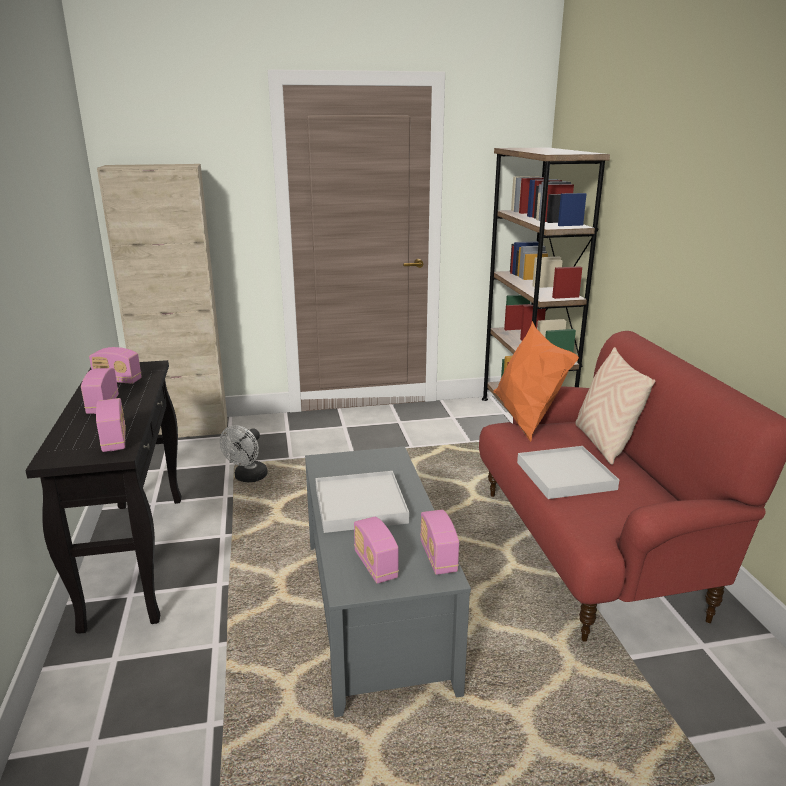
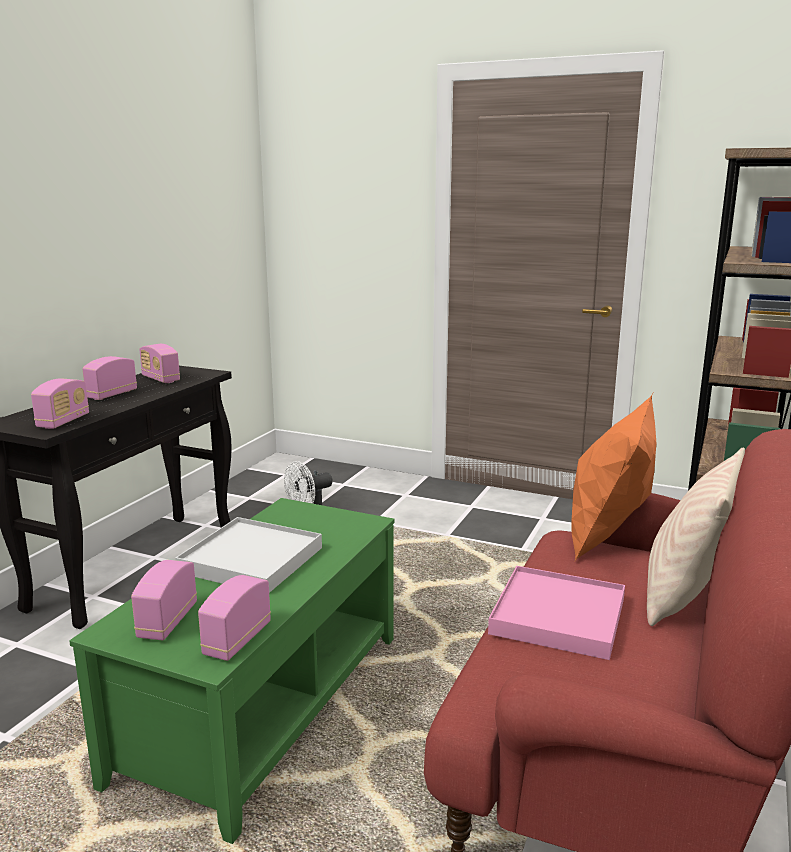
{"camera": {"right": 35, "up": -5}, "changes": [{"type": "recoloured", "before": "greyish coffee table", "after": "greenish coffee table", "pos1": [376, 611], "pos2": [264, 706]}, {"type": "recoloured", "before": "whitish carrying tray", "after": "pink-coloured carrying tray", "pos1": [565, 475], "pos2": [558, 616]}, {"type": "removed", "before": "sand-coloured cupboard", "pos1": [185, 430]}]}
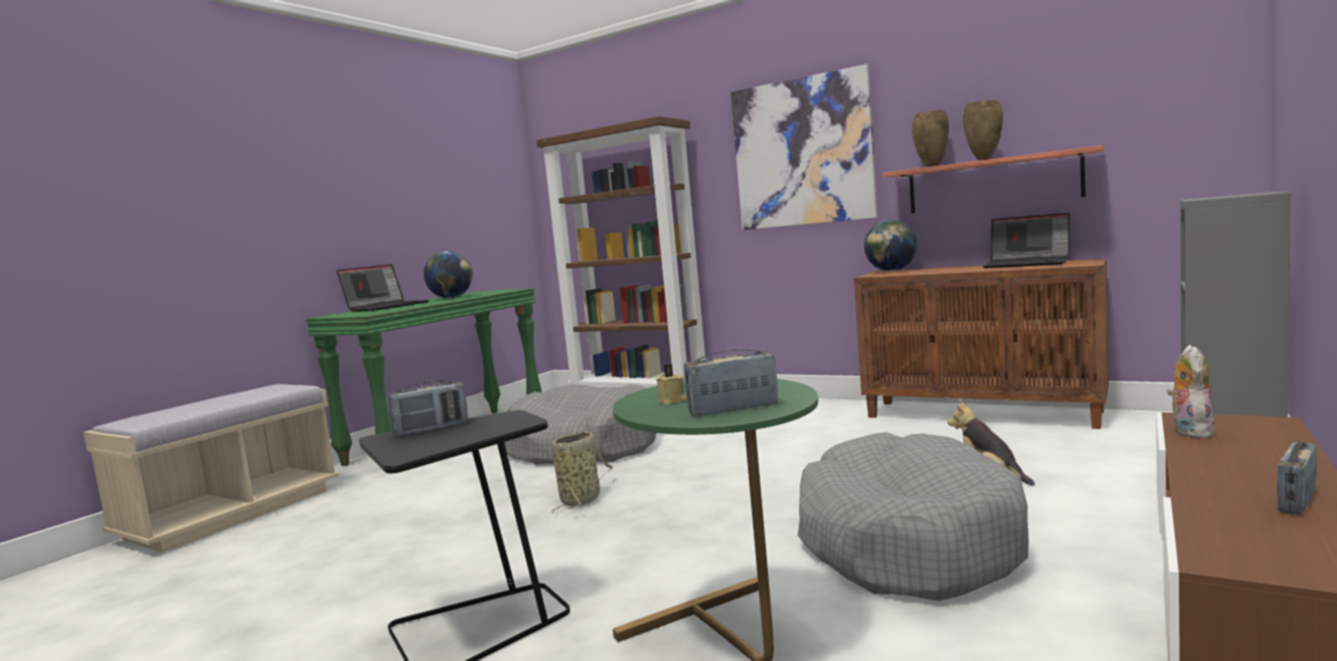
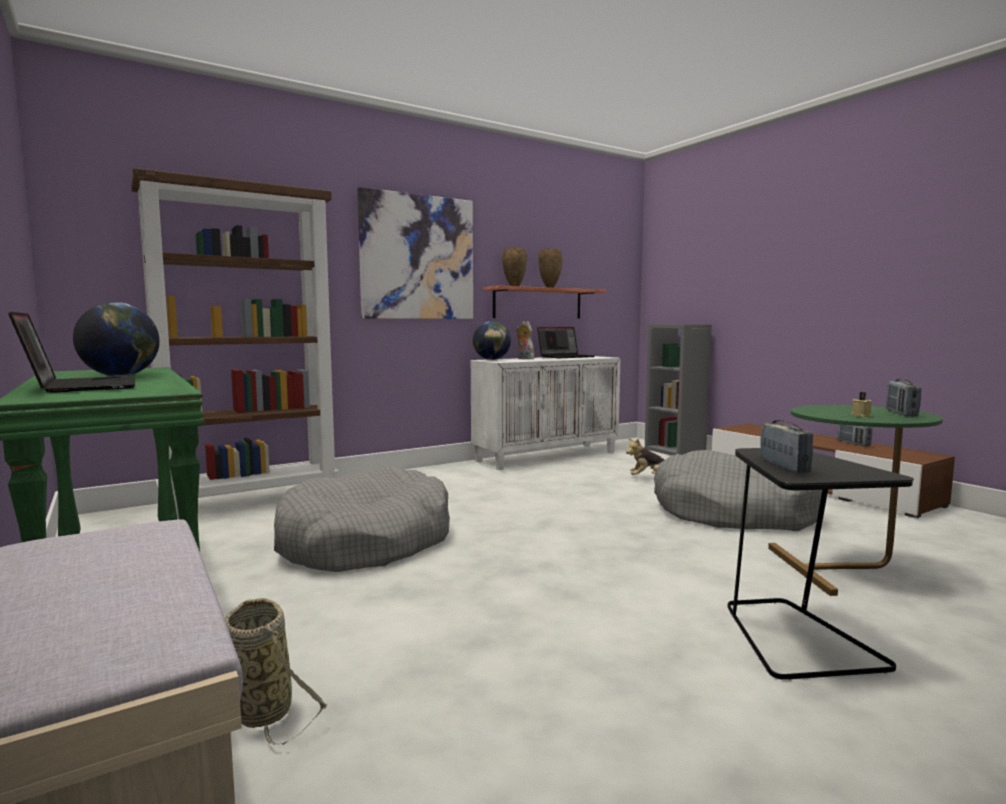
{"camera": {"right": -65, "up": 0}, "changes": [{"type": "moved", "before": "household basket", "pos1": [582, 500], "pos2": [260, 709]}, {"type": "recoloured", "before": "brownish cupboard", "after": "whitish cupboard", "pos1": [983, 414], "pos2": [547, 456]}, {"type": "moved", "before": "plush toy", "pos1": [1189, 431], "pos2": [524, 359]}]}
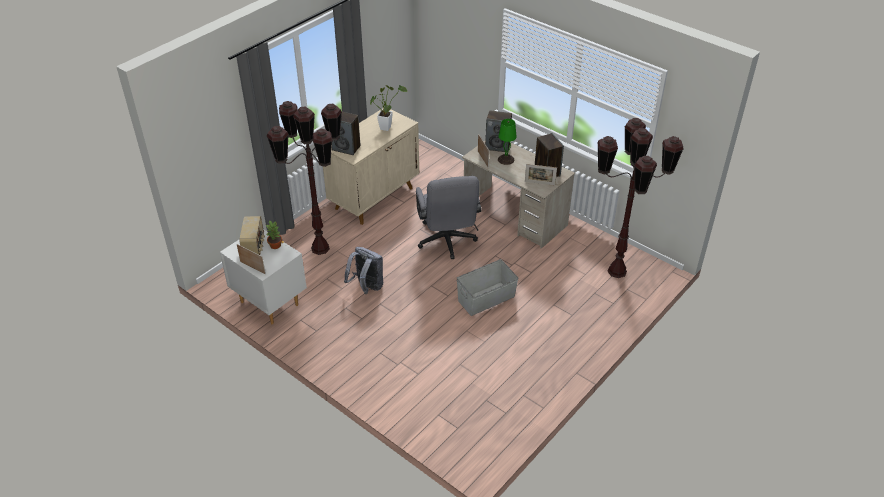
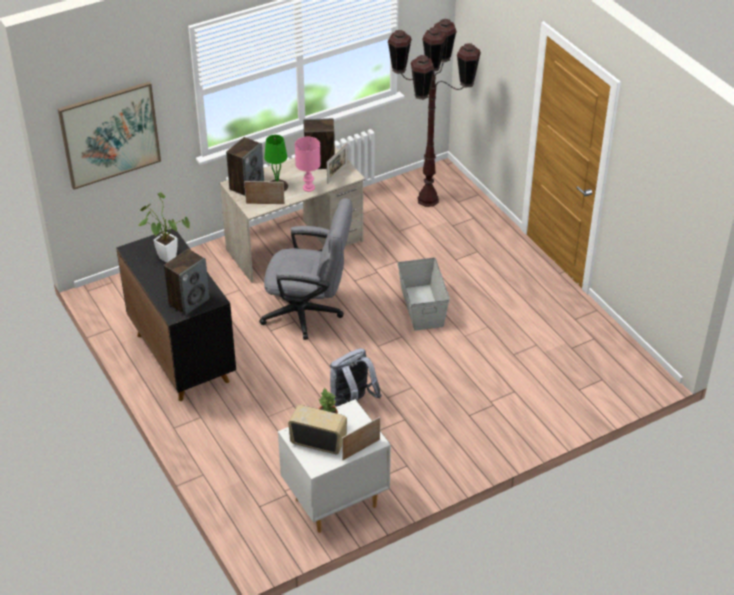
{"camera": {"right": -70, "up": 0}, "changes": [{"type": "added", "after": "picture", "pos2": [110, 134]}, {"type": "recoloured", "before": "sand-coloured cupboard", "after": "black-coloured cupboard", "pos1": [374, 198], "pos2": [182, 357]}, {"type": "added", "after": "pink-coloured lamp for a table", "pos2": [308, 188]}, {"type": "removed", "before": "brownish standard lamp", "pos1": [320, 248]}]}
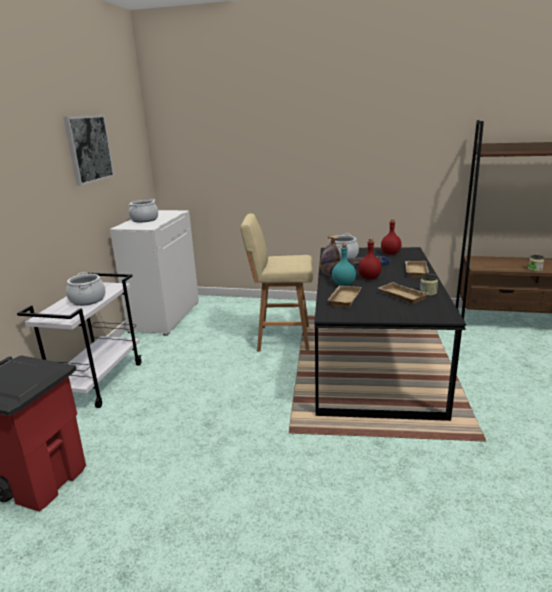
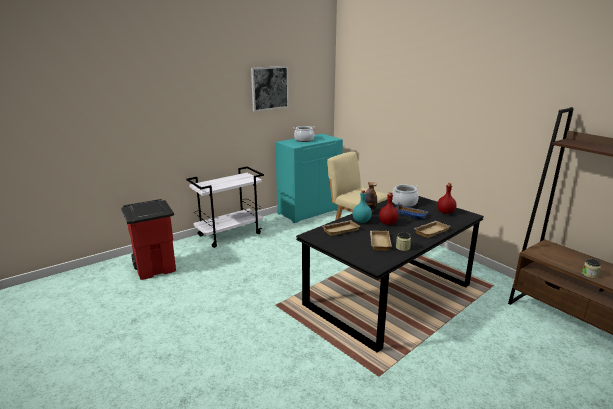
{"camera": {"right": 40, "up": 0}, "changes": [{"type": "recoloured", "before": "whitish cupboard", "after": "blue-green cupboard", "pos1": [165, 316], "pos2": [309, 211]}, {"type": "removed", "before": "stockpot", "pos1": [87, 300]}]}
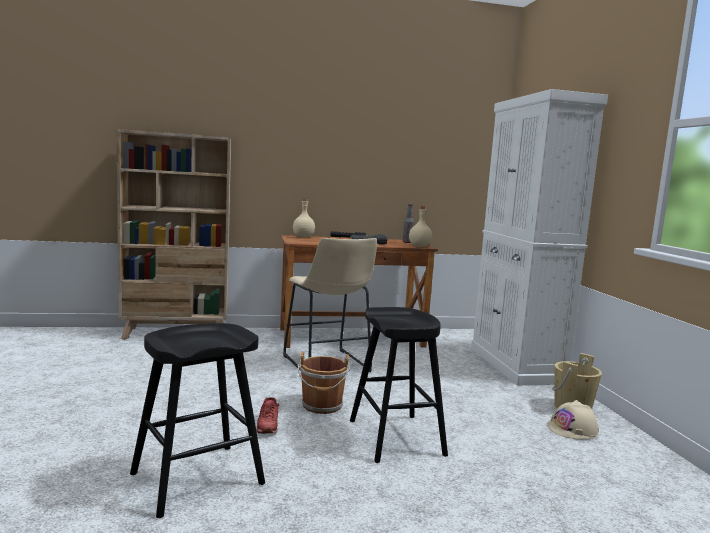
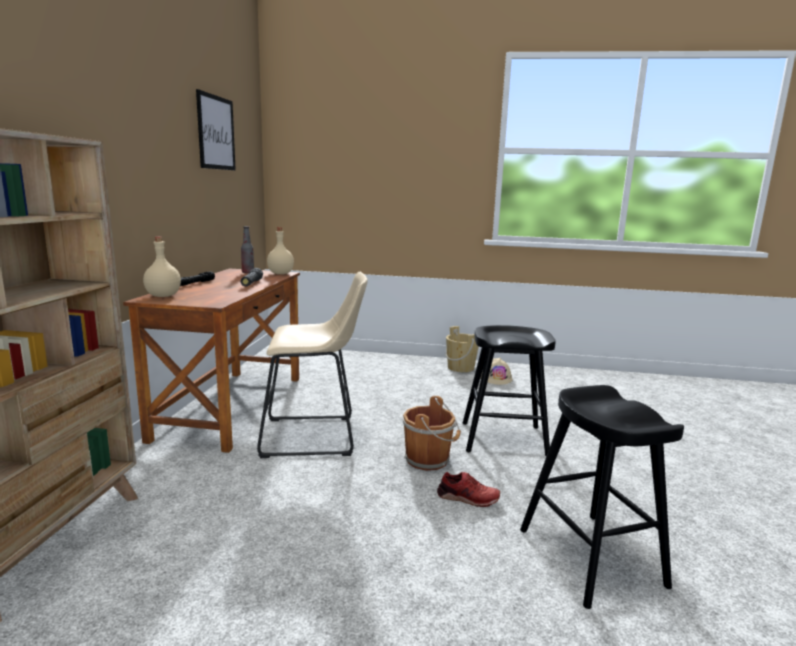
{"camera": {"right": -70, "up": 5}, "changes": [{"type": "added", "after": "picture", "pos2": [216, 133]}, {"type": "removed", "before": "whitish cupboard", "pos1": [516, 365]}]}
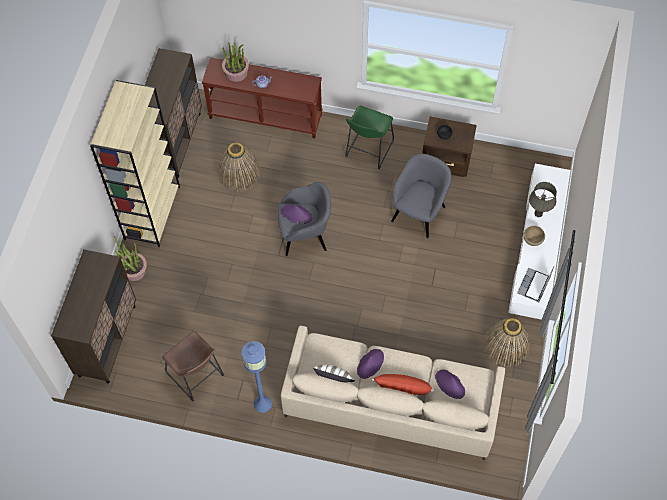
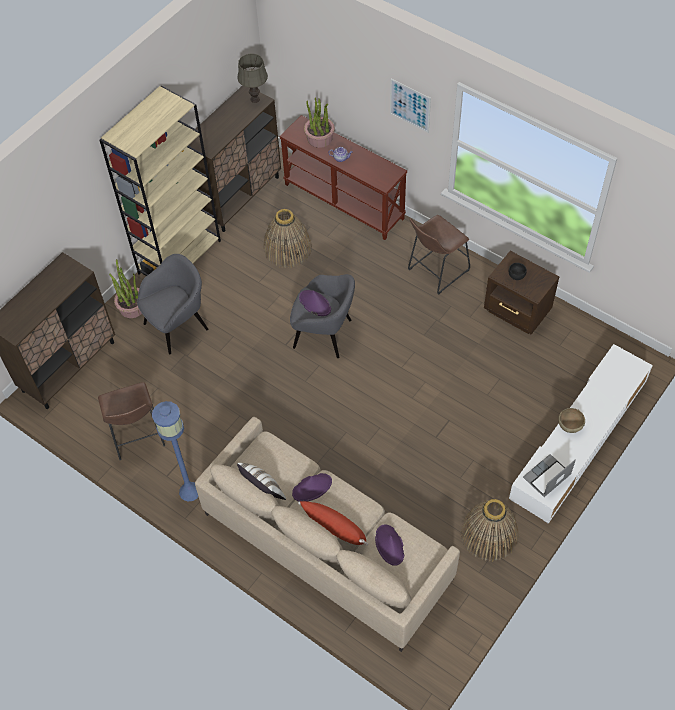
{"camera": {"right": 25, "up": -5}, "changes": [{"type": "moved", "before": "greyish lounge chair", "pos1": [419, 213], "pos2": [177, 325]}, {"type": "moved", "before": "greyish lamp for a table", "pos1": [538, 213], "pos2": [255, 99]}, {"type": "added", "after": "picture", "pos2": [410, 105]}, {"type": "recoloured", "before": "greenish sitting stool", "after": "brownish sitting stool", "pos1": [368, 150], "pos2": [435, 271]}]}
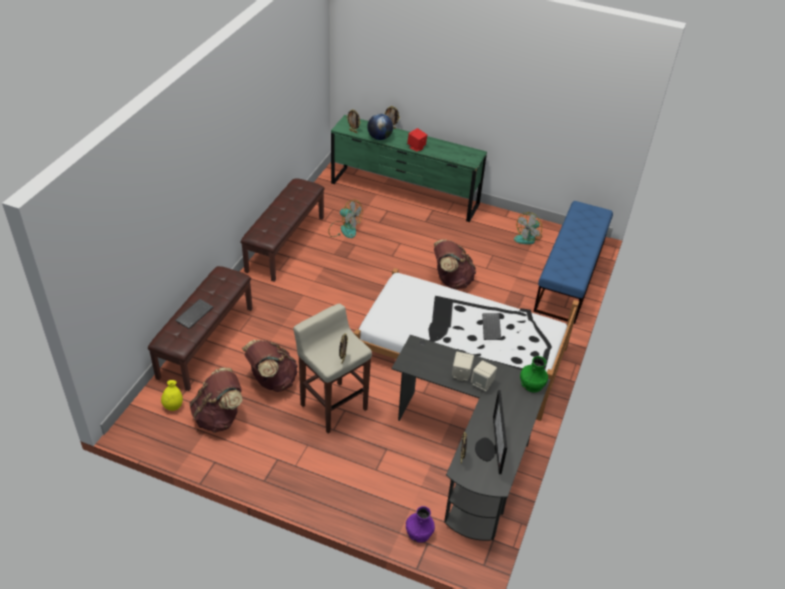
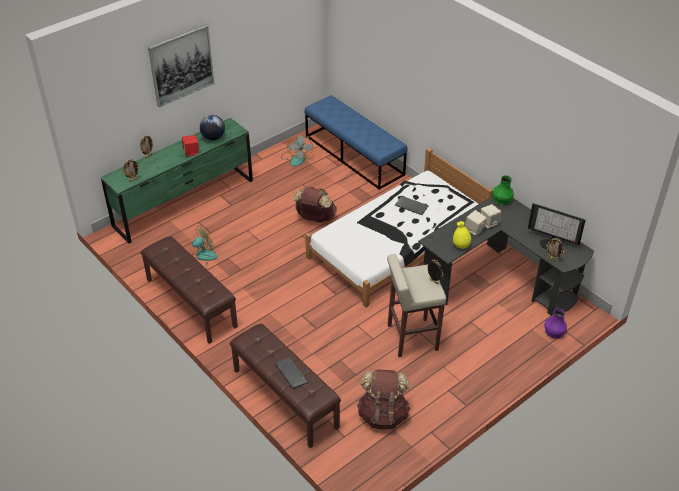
{"camera": {"right": -60, "up": 0}, "changes": [{"type": "added", "after": "picture", "pos2": [181, 65]}, {"type": "moved", "before": "world globe", "pos1": [379, 137], "pos2": [213, 137]}, {"type": "moved", "before": "yellow-coloured flower vase", "pos1": [173, 406], "pos2": [461, 246]}, {"type": "removed", "before": "brownish rucksack", "pos1": [272, 381]}]}
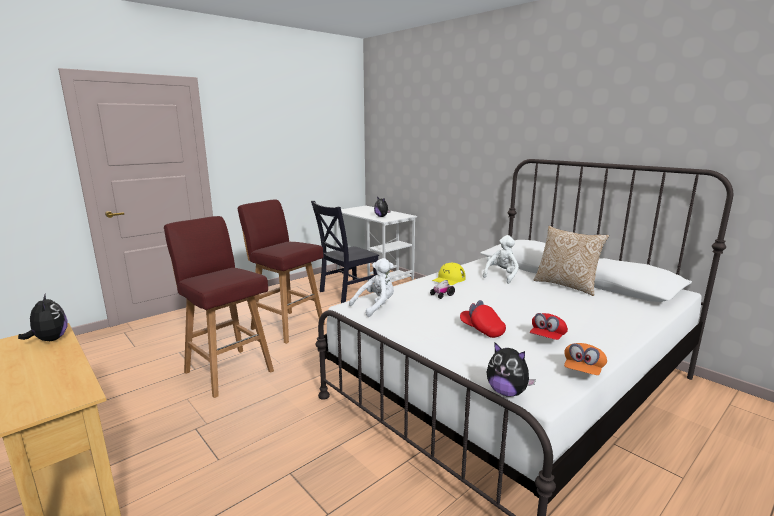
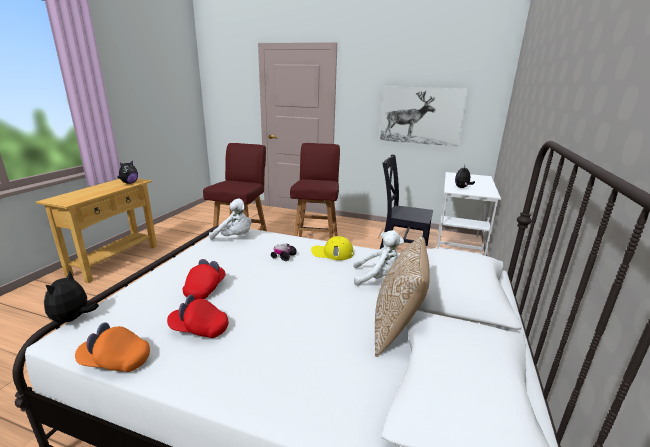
{"camera": {"right": 60, "up": 5}, "changes": [{"type": "added", "after": "picture", "pos2": [421, 116]}]}
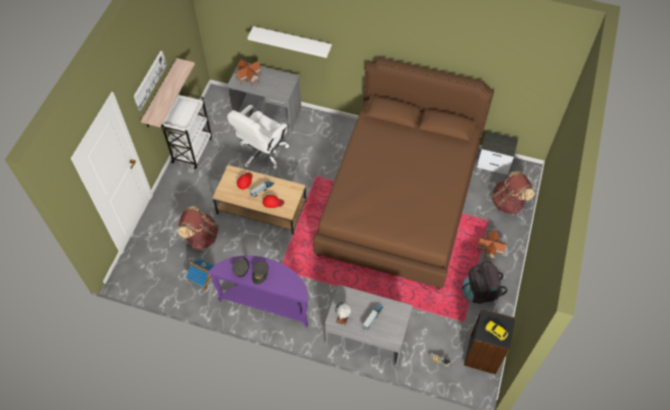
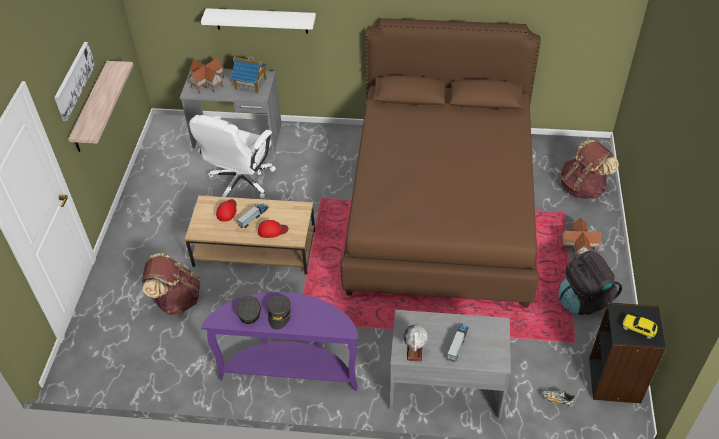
{"camera": {"right": -10, "up": -10}, "changes": [{"type": "moved", "before": "toy house", "pos1": [203, 278], "pos2": [250, 83]}, {"type": "removed", "before": "whitish trolley", "pos1": [192, 149]}, {"type": "removed", "before": "nightstand", "pos1": [494, 163]}]}
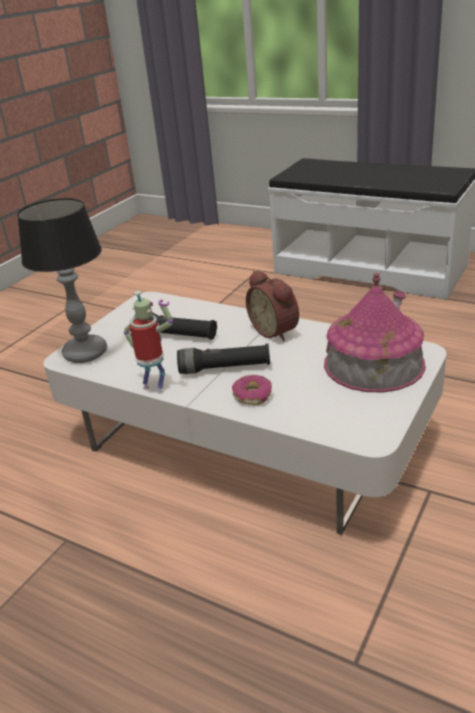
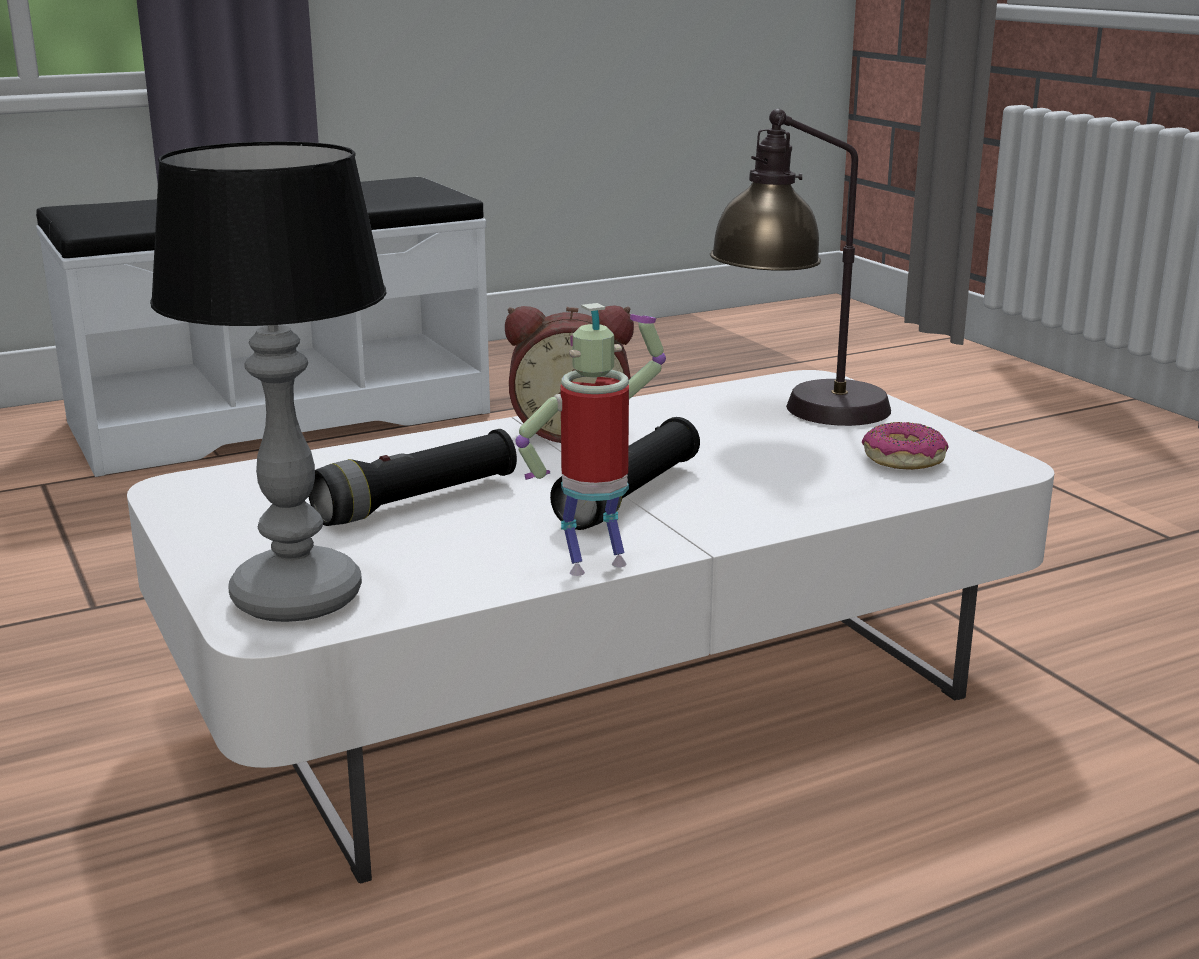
{"camera": {"right": -60, "up": -10}, "changes": [{"type": "replaced", "before": "toy house", "after": "lamp for a table", "pos1": [373, 364], "pos2": [798, 410]}, {"type": "moved", "before": "ring doughnut", "pos1": [252, 395], "pos2": [903, 460]}]}
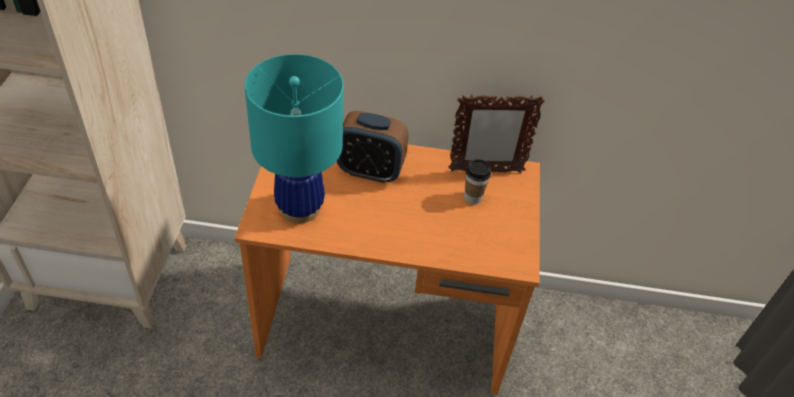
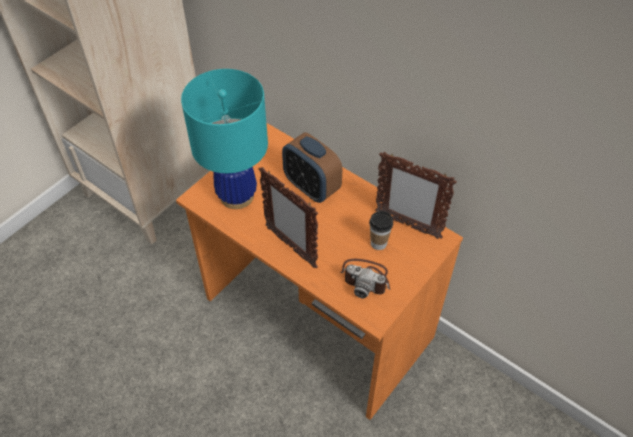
{"camera": {"right": 35, "up": 5}, "changes": [{"type": "added", "after": "standing frame", "pos2": [290, 247]}, {"type": "added", "after": "photo camera", "pos2": [366, 278]}]}
